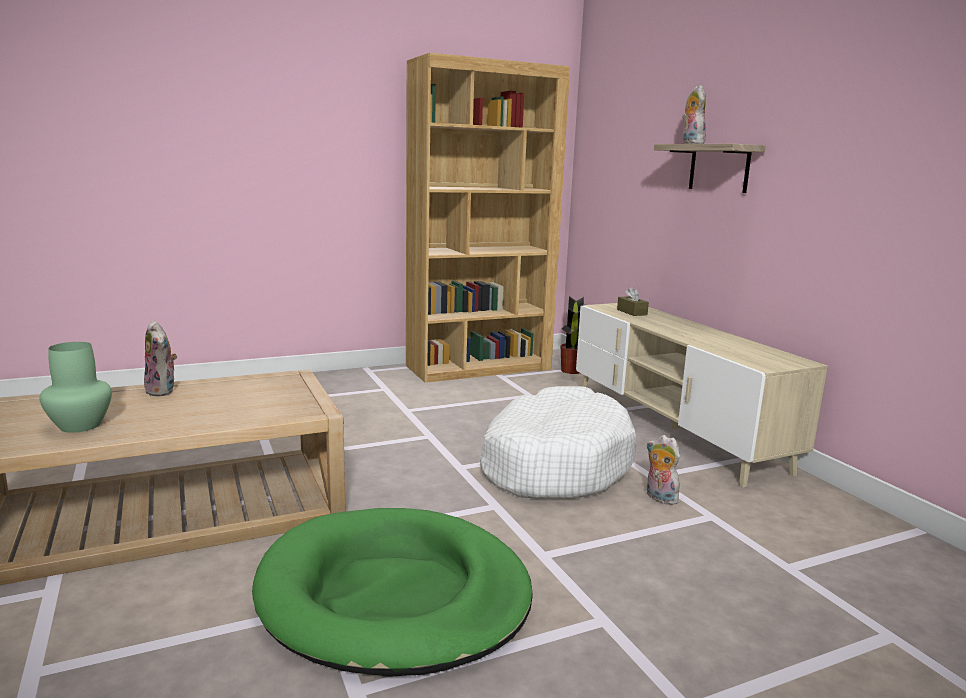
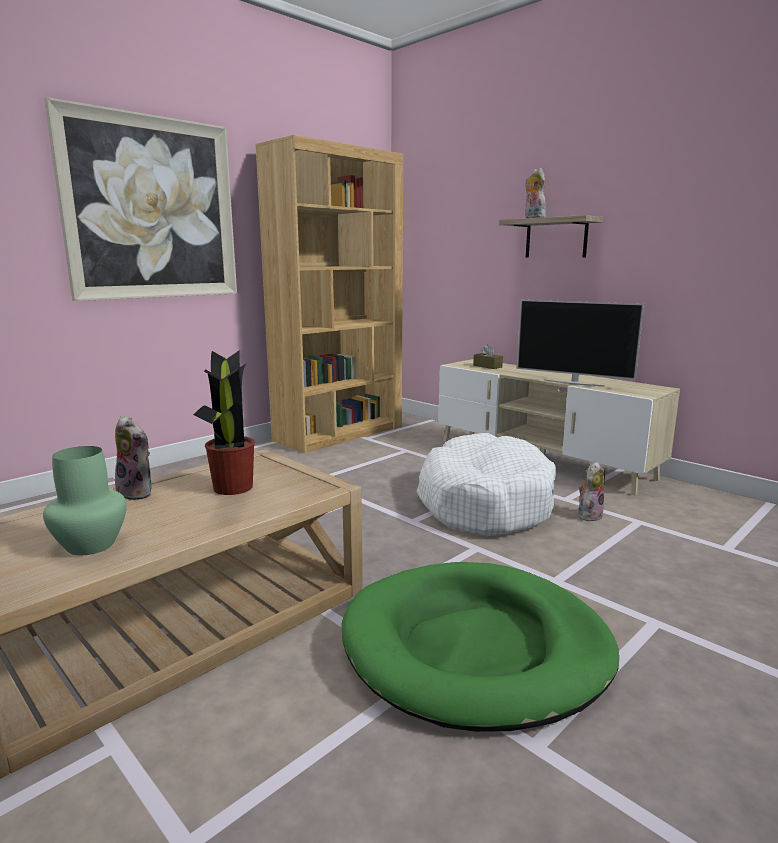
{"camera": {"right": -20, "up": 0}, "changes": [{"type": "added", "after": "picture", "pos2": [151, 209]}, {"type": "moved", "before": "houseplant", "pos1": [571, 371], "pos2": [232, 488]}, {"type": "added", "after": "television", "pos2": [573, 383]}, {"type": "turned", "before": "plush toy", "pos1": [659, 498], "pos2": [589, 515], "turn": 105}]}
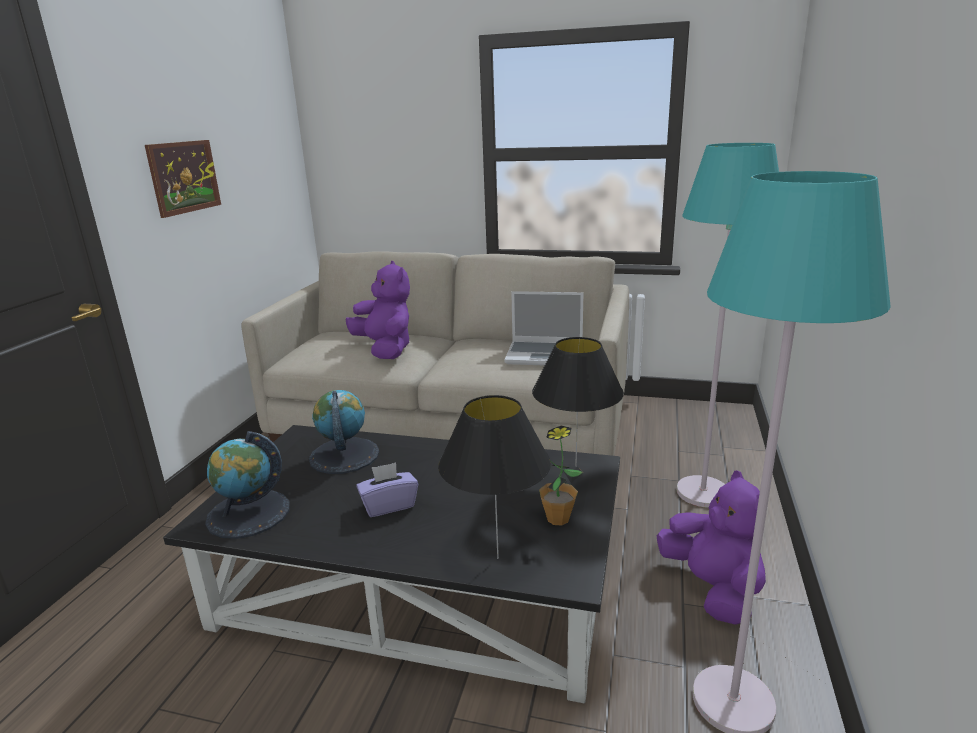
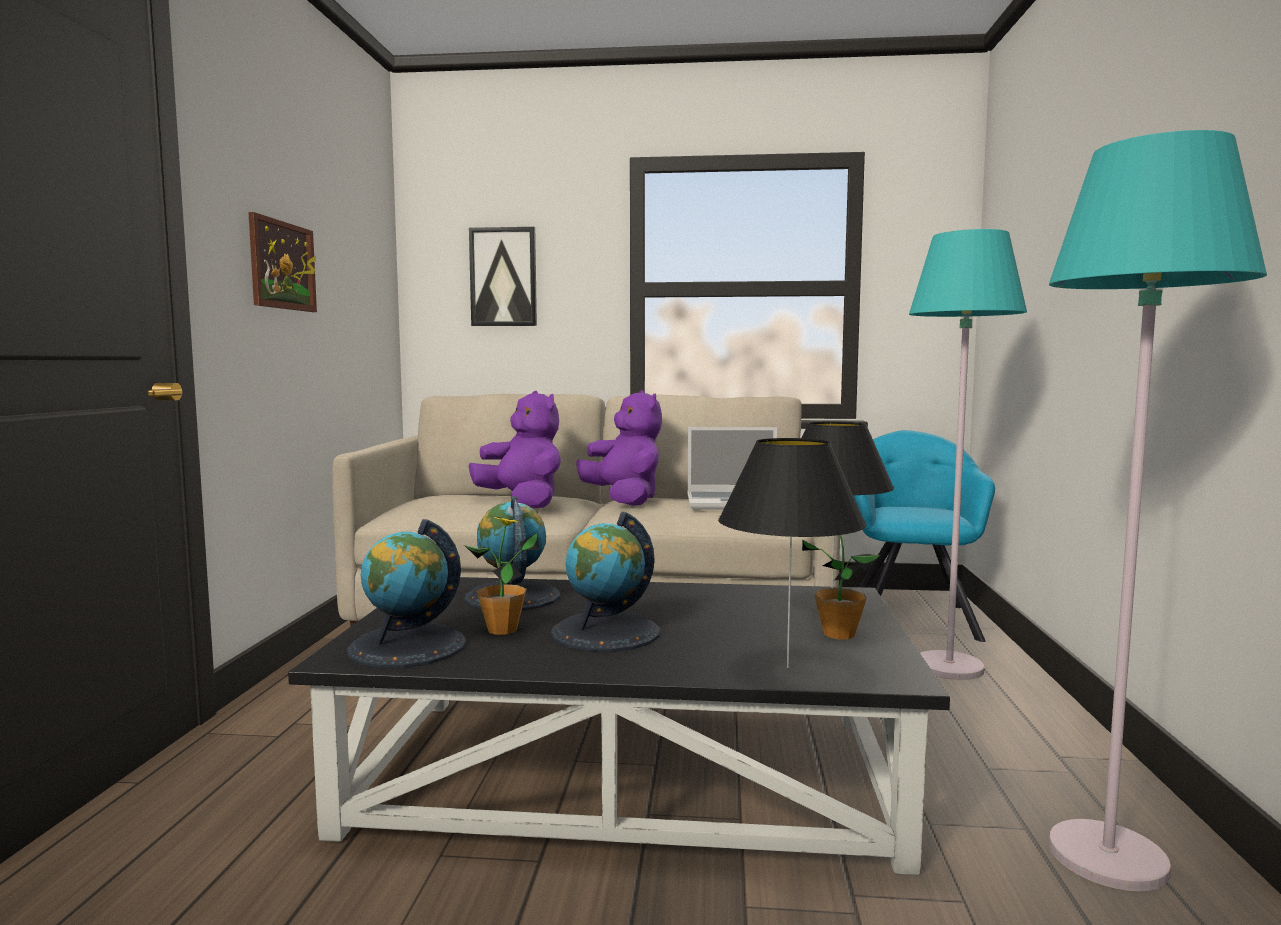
{"camera": {"right": -10, "up": -15}, "changes": [{"type": "added", "after": "houseplant", "pos2": [502, 630]}, {"type": "added", "after": "picture", "pos2": [503, 277]}, {"type": "replaced", "before": "purple-coloured tissue holder", "after": "world globe", "pos1": [389, 505], "pos2": [605, 632]}, {"type": "moved", "before": "purple-coloured plush toy", "pos1": [712, 588], "pos2": [624, 500]}, {"type": "added", "after": "blue-green lounge chair", "pos2": [911, 617]}]}
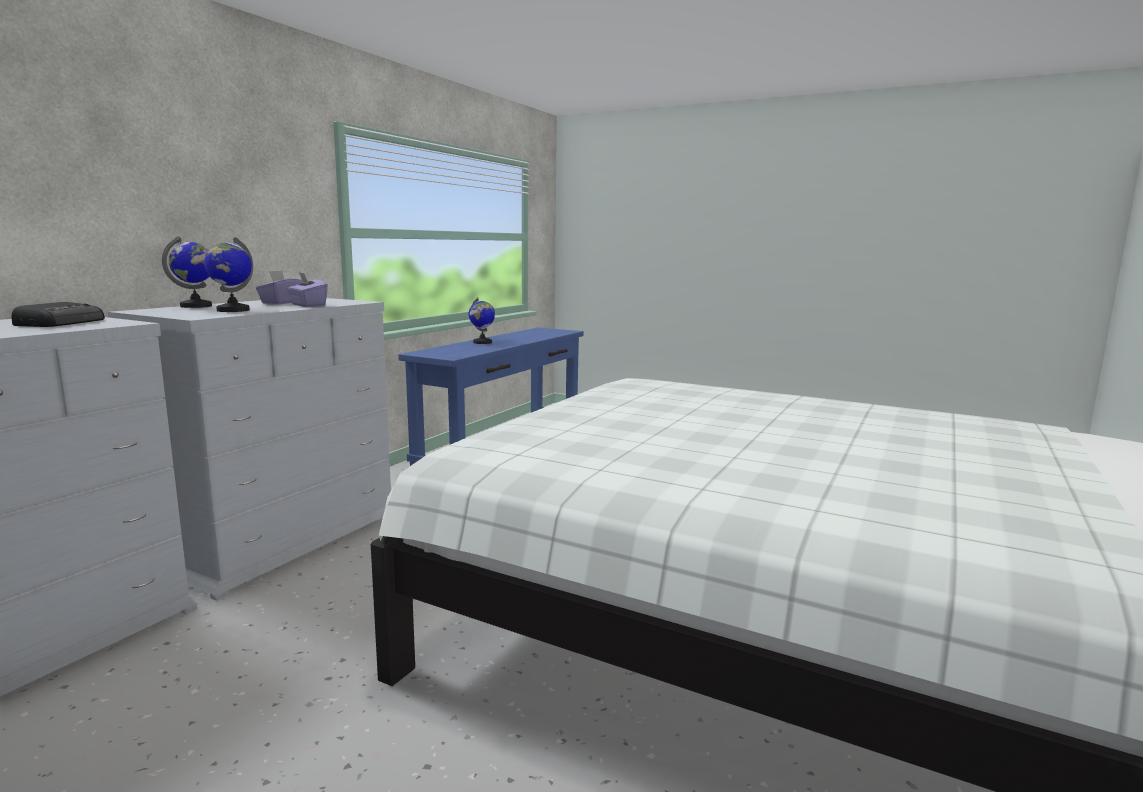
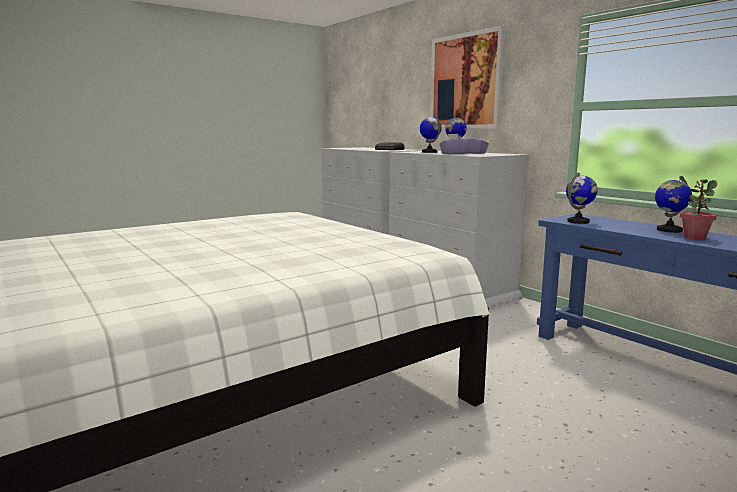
{"camera": {"right": 115, "up": 0}, "changes": [{"type": "added", "after": "picture", "pos2": [465, 82]}, {"type": "added", "after": "world globe", "pos2": [578, 222]}, {"type": "added", "after": "houseplant", "pos2": [694, 237]}]}
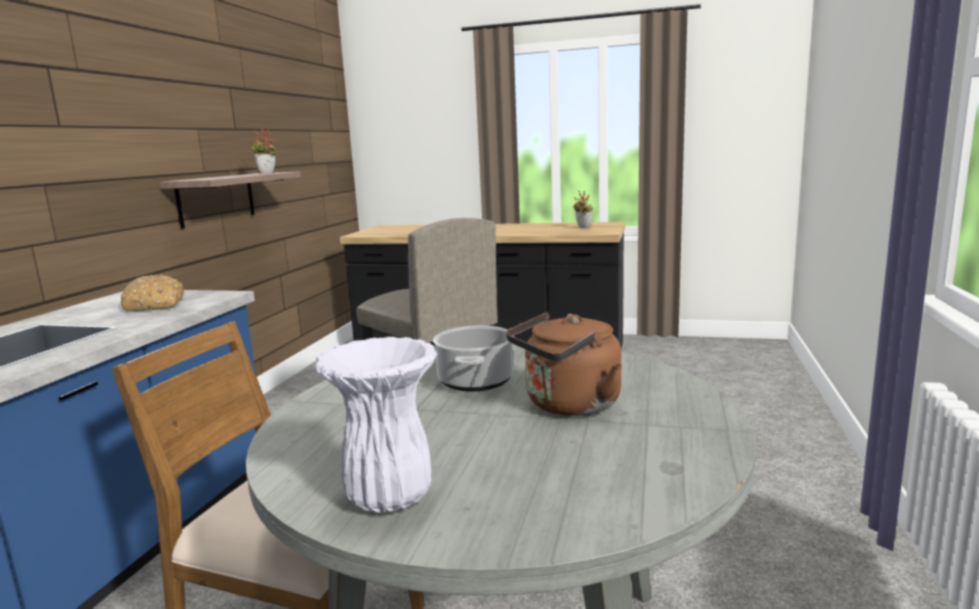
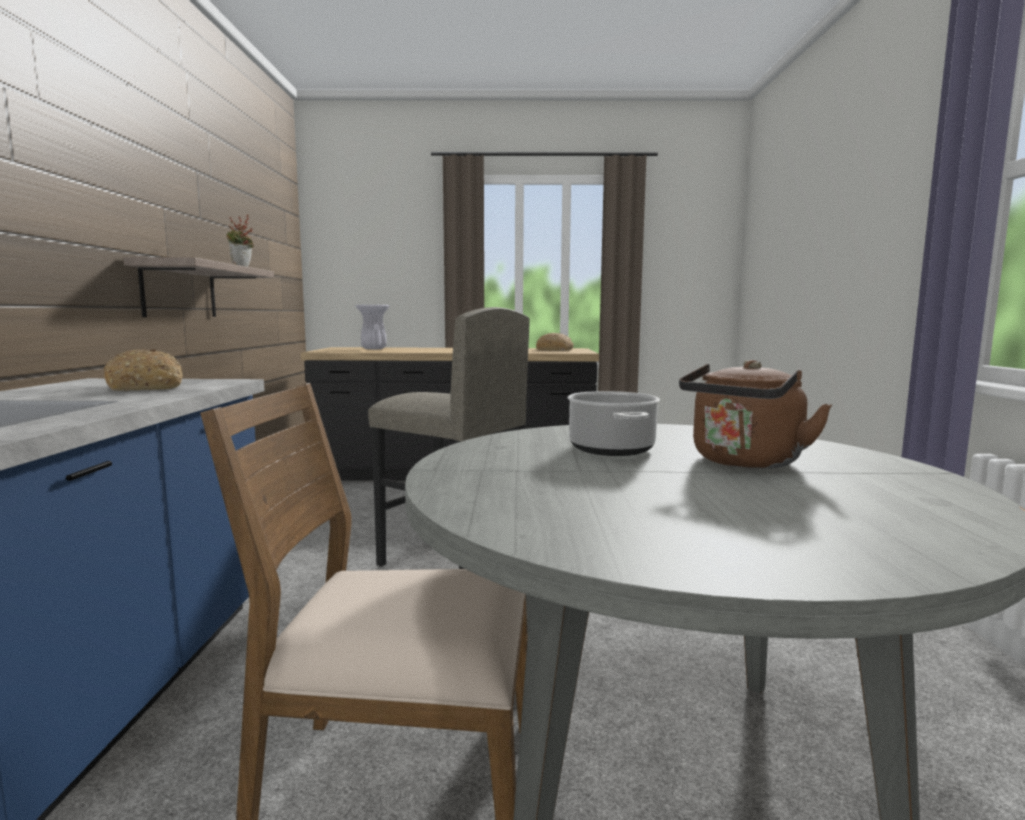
{"camera": {"right": -15, "up": -5}, "changes": [{"type": "moved", "before": "whitish flower vase", "pos1": [388, 498], "pos2": [373, 349]}, {"type": "replaced", "before": "houseplant", "after": "bread", "pos1": [582, 228], "pos2": [554, 350]}]}
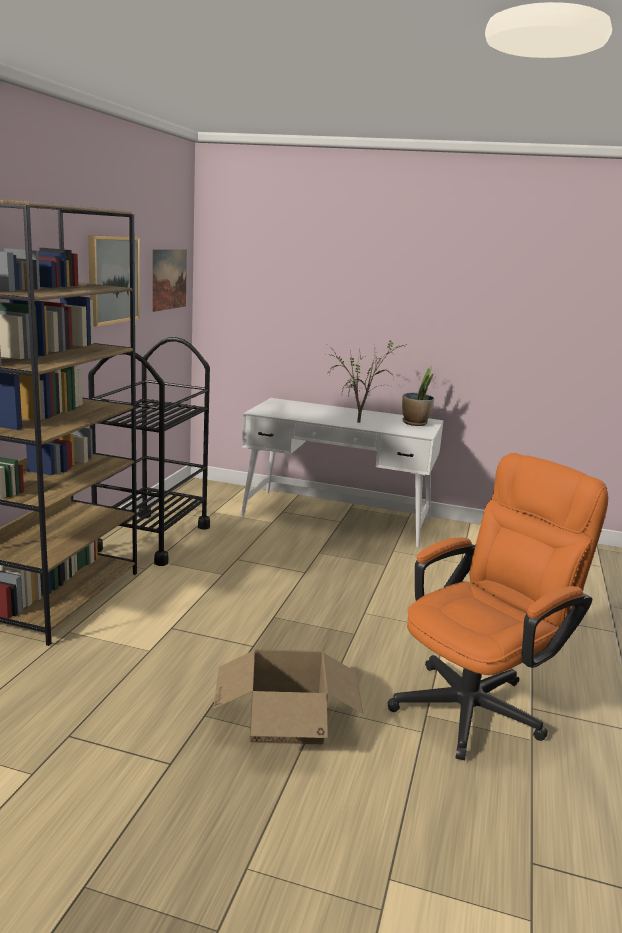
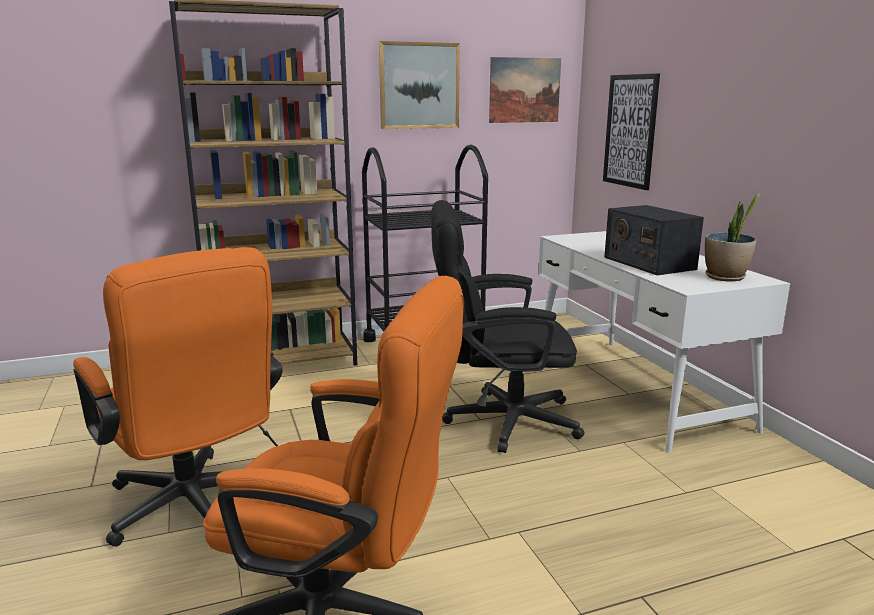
{"camera": {"right": 55, "up": 0}, "changes": [{"type": "replaced", "before": "carton", "after": "orangey computer chair", "pos1": [286, 720], "pos2": [194, 510]}, {"type": "added", "after": "black-coloured computer chair", "pos2": [498, 421]}, {"type": "added", "after": "picture", "pos2": [630, 131]}, {"type": "replaced", "before": "houseplant", "after": "radio", "pos1": [361, 422], "pos2": [648, 263]}]}
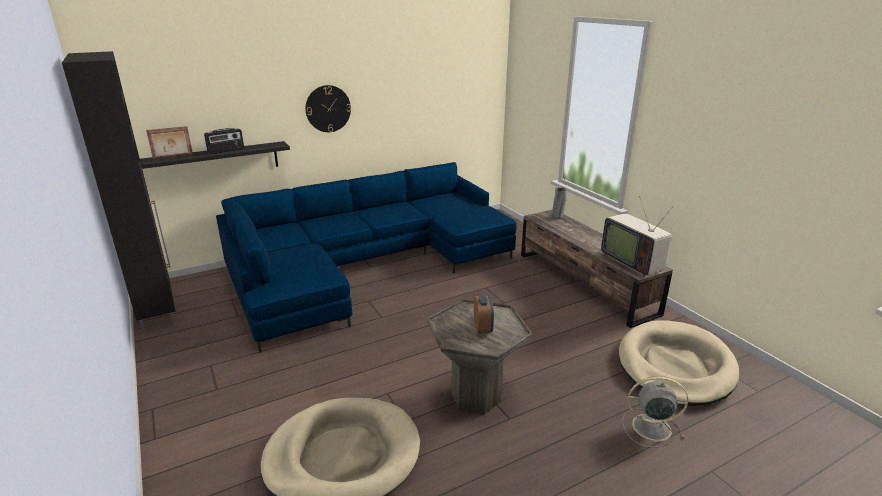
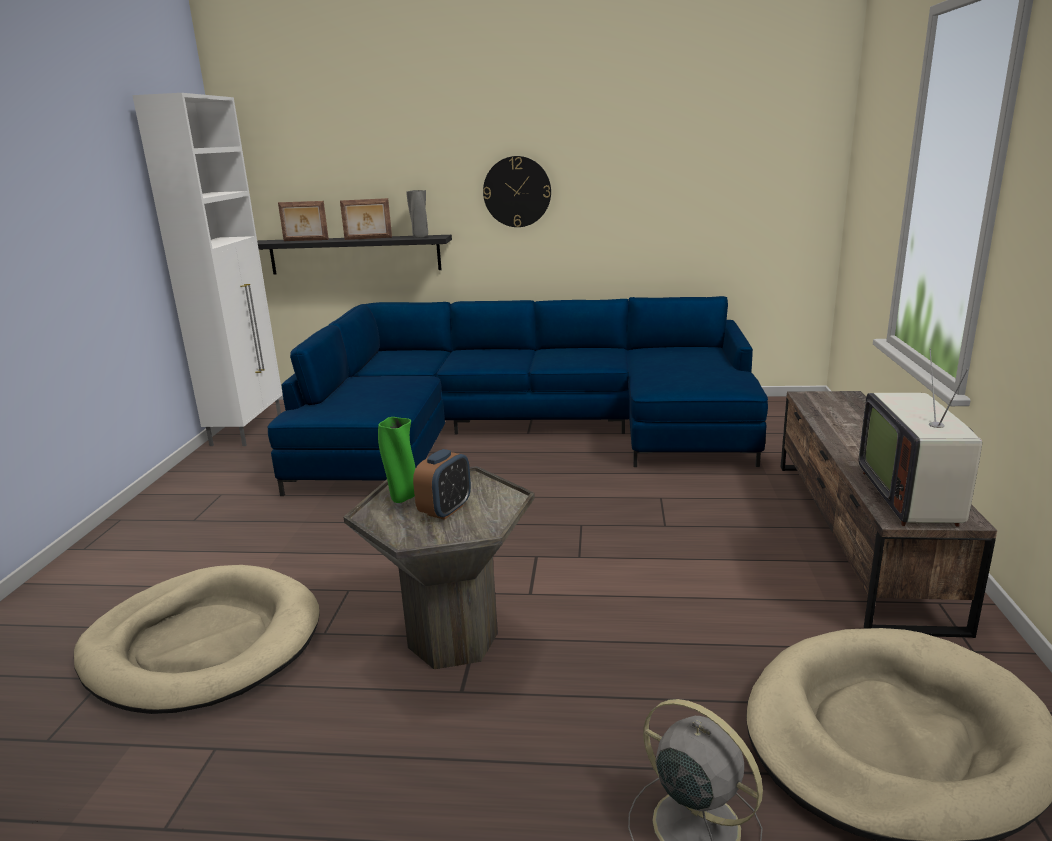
{"camera": {"right": 35, "up": -5}, "changes": [{"type": "recoloured", "before": "black-coloured cupboard", "after": "whitish cupboard", "pos1": [158, 312], "pos2": [248, 429]}, {"type": "replaced", "before": "radio", "after": "standing frame", "pos1": [226, 151], "pos2": [368, 238]}, {"type": "added", "after": "greenish flower vase", "pos2": [402, 498]}, {"type": "moved", "before": "greyish flower vase", "pos1": [558, 217], "pos2": [420, 237]}]}
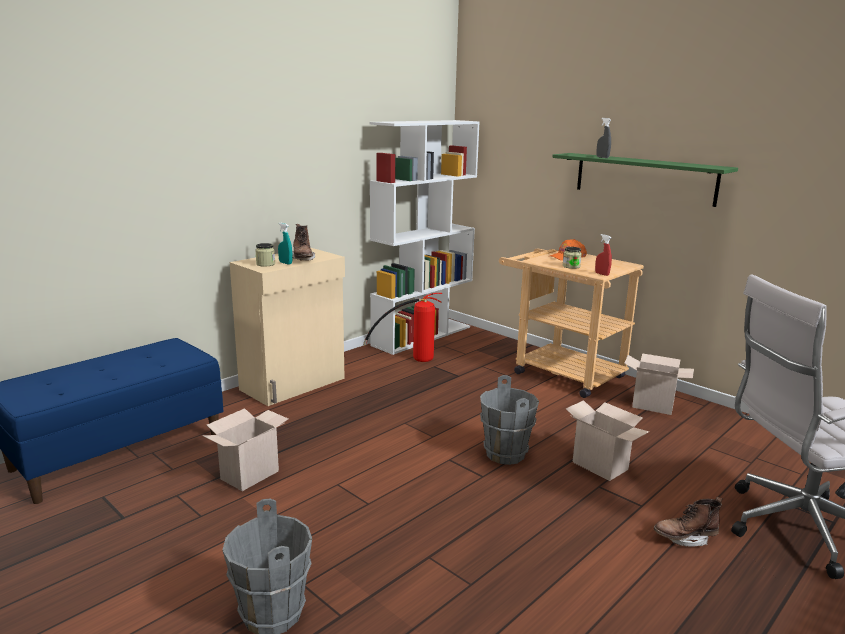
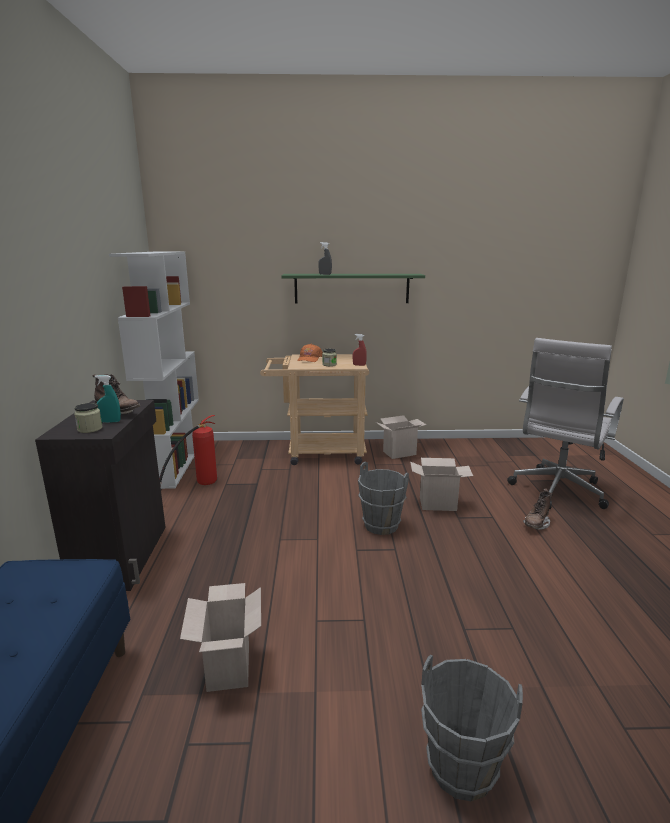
{"camera": {"right": -45, "up": 0}, "changes": [{"type": "recoloured", "before": "sand-coloured cupboard", "after": "black-coloured cupboard", "pos1": [294, 384], "pos2": [123, 556]}]}
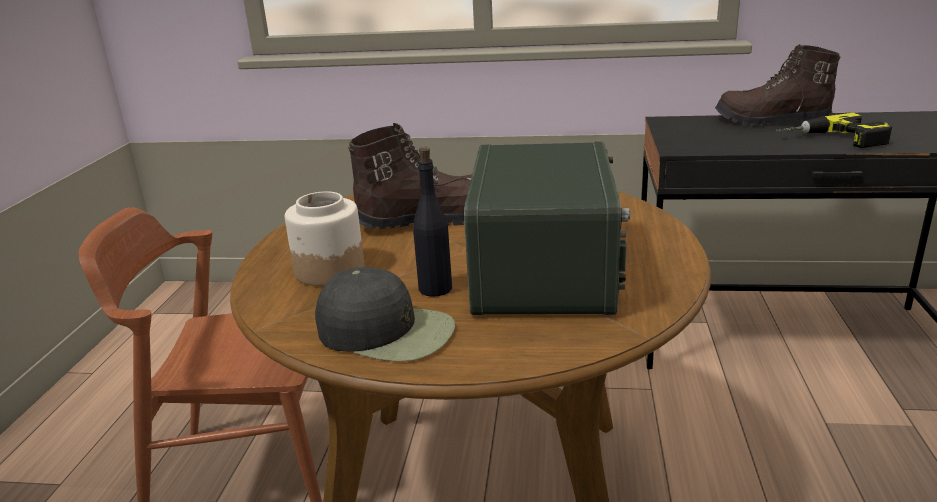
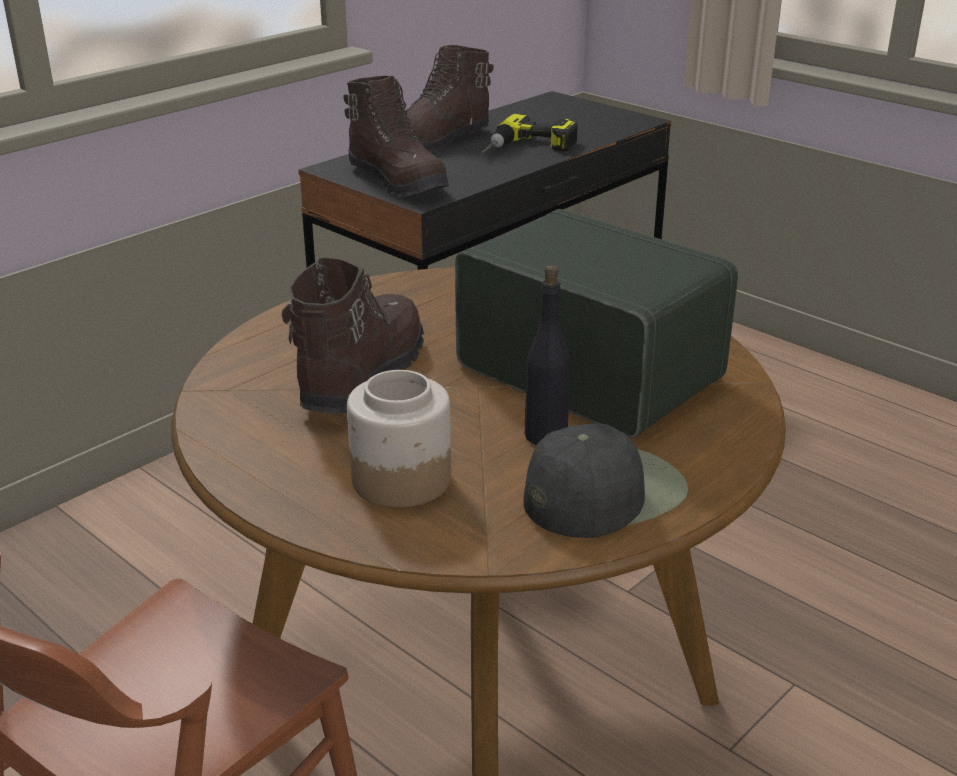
{"camera": {"right": -55, "up": 5}, "changes": [{"type": "added", "after": "brownish tall boot", "pos2": [399, 181]}]}
